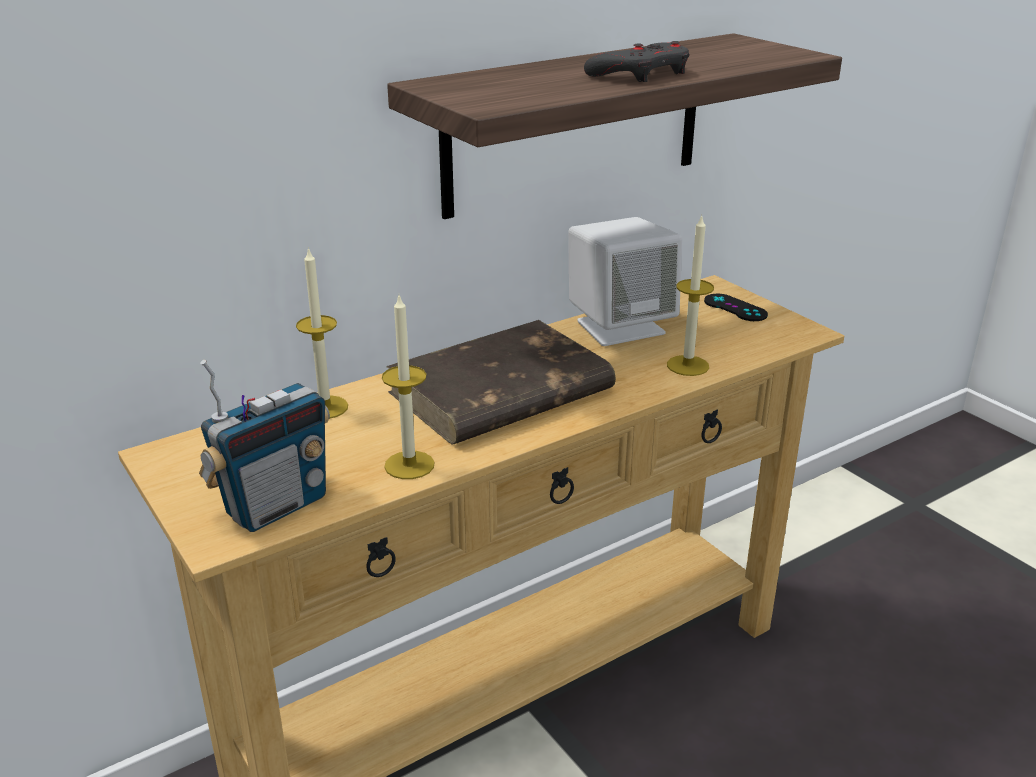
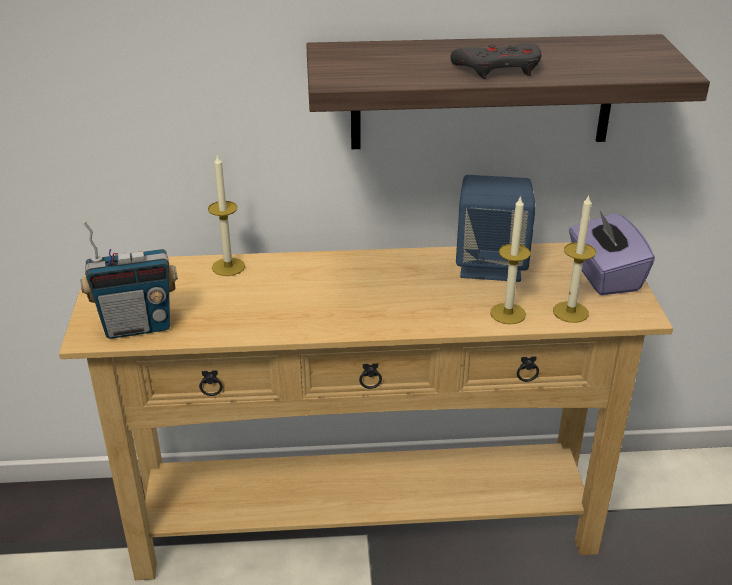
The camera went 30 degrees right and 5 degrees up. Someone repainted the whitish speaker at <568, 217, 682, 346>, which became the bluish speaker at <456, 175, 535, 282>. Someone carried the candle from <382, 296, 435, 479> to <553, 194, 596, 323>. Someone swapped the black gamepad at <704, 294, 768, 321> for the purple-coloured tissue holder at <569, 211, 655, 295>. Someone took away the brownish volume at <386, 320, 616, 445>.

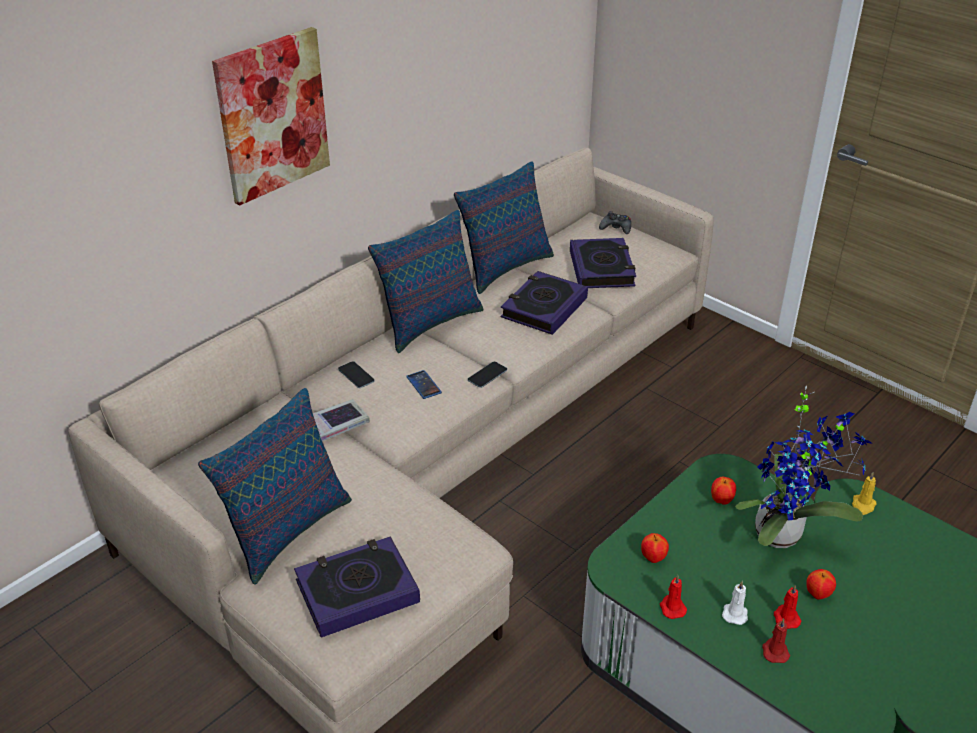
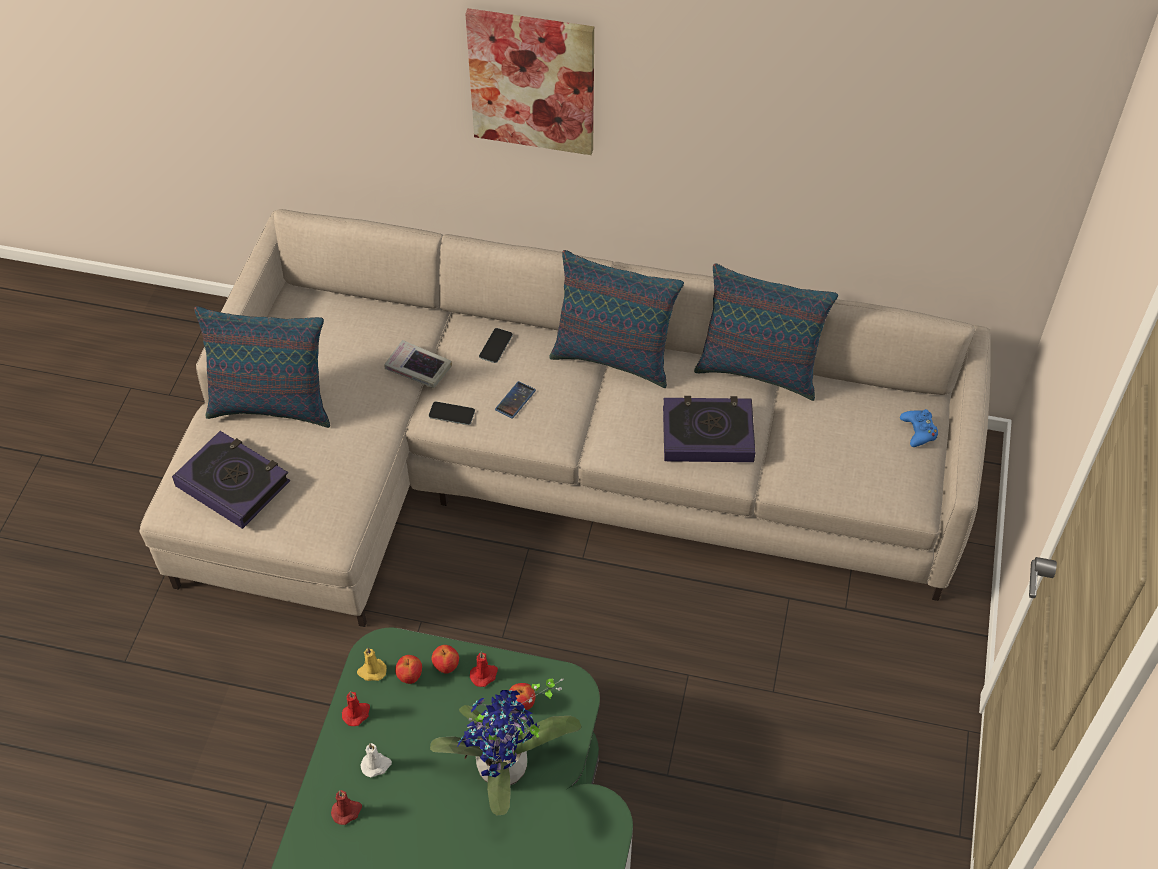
The camera went 60 degrees right and 15 degrees up. Someone carried the yellowish candle from <852, 472, 877, 515> to <357, 647, 387, 681>. Someone carried the telephone from <468, 362, 507, 388> to <429, 402, 475, 425>. Someone carried the apple from <806, 569, 836, 600> to <432, 645, 459, 674>. Someone carried the reddish candle from <774, 585, 801, 629> to <470, 652, 498, 687>. Someone repainted the black gamepad at <599, 211, 631, 234>, which became the bluish gamepad at <900, 409, 938, 447>. Someone took away the volume at <570, 238, 636, 288>.

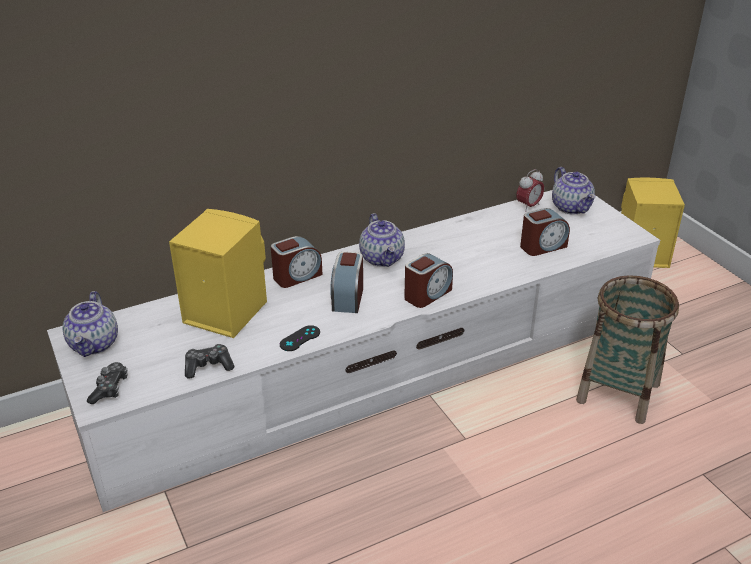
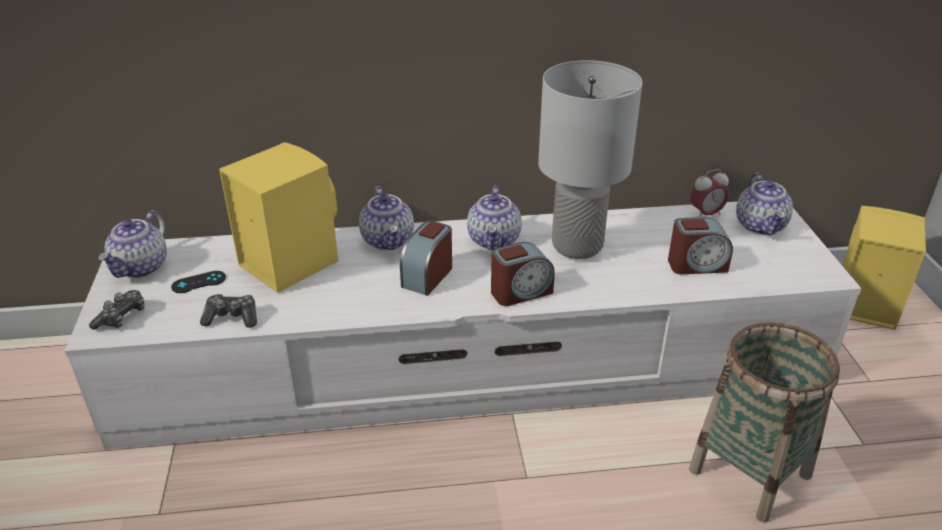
The camera went 20 degrees right and 0 degrees up. Someone carried the black gamepad from <280, 325, 320, 351> to <171, 271, 226, 293>. Someone swapped the table clock at <271, 236, 323, 288> for the pot for tea at <359, 186, 414, 250>. Someone put down the gray lamp for a table at <538, 60, 642, 259>.

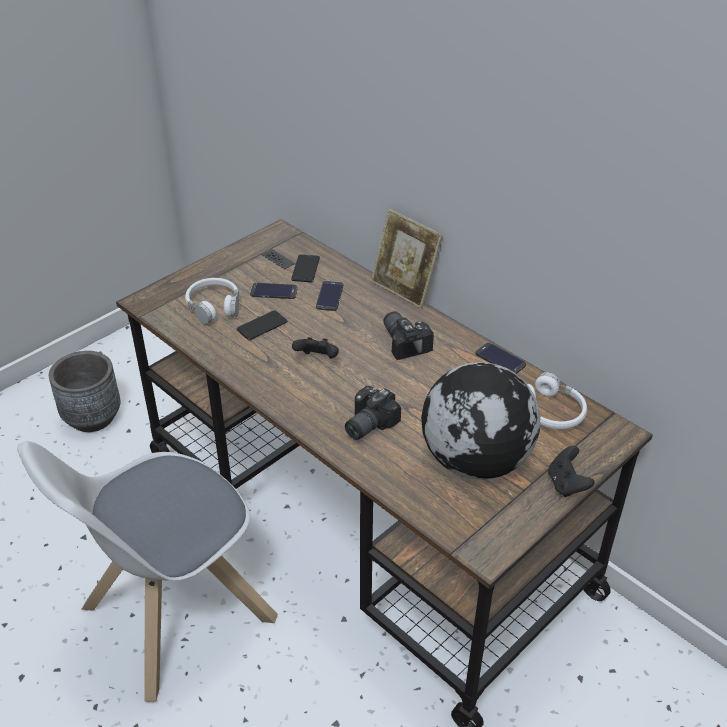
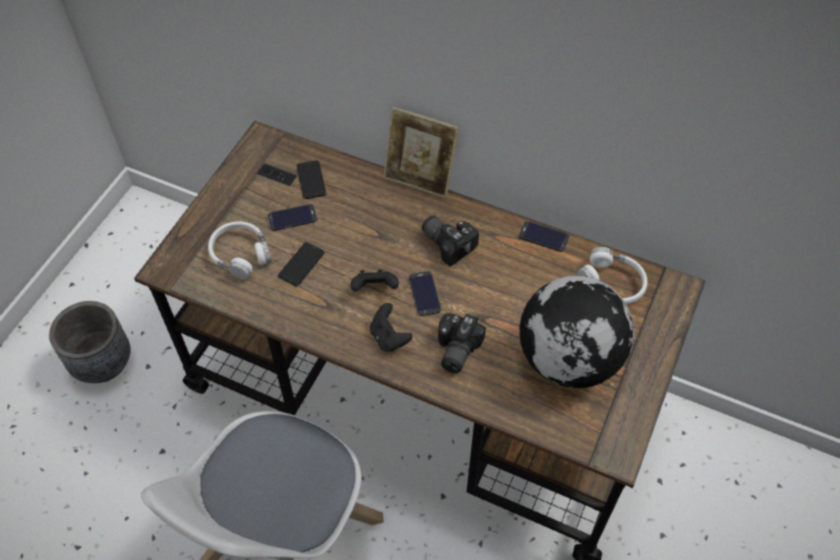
The camera went 20 degrees left and 15 degrees up. Someone carried the black gamepad from <548, 446, 595, 497> to <370, 303, 412, 352>. Someone carried the telephone from <316, 281, 343, 311> to <409, 271, 441, 316>.

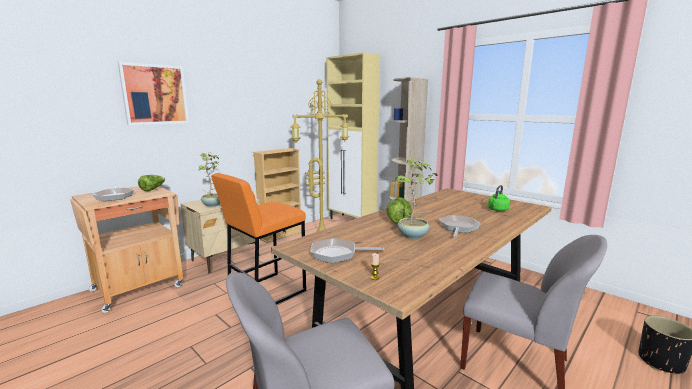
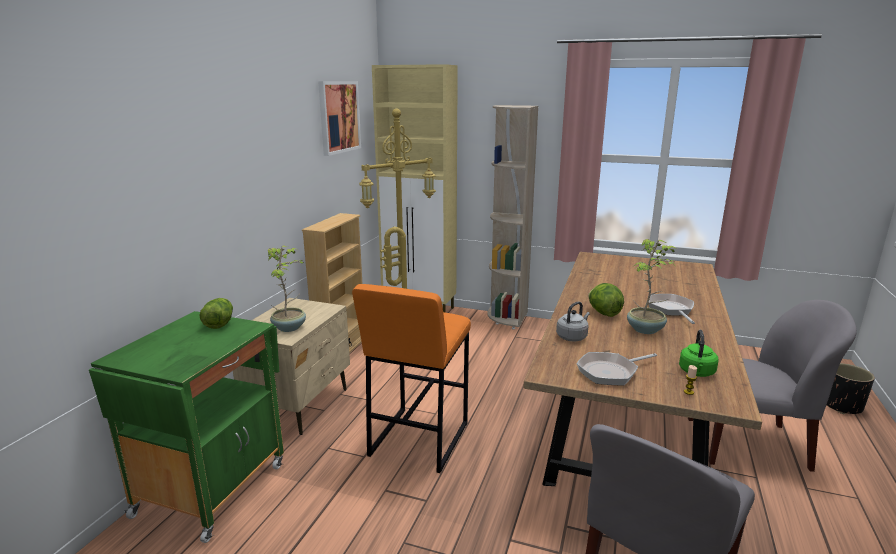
The camera went 25 degrees left and 5 degrees up. Someone repainted the brownish cart at <70, 186, 183, 313>, which became the green cart at <89, 311, 284, 543>. Someone carried the picture from <118, 62, 189, 125> to <318, 81, 361, 156>. Someone put down the gray kettle at <556, 301, 590, 341>. Someone carried the green kettle from <488, 185, 510, 211> to <679, 330, 718, 377>. Someone took away the frying pan at <92, 185, 134, 201>.

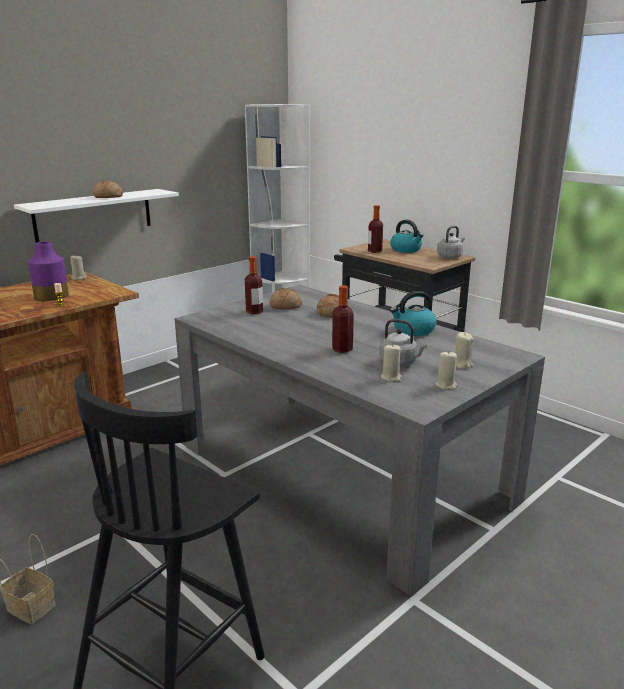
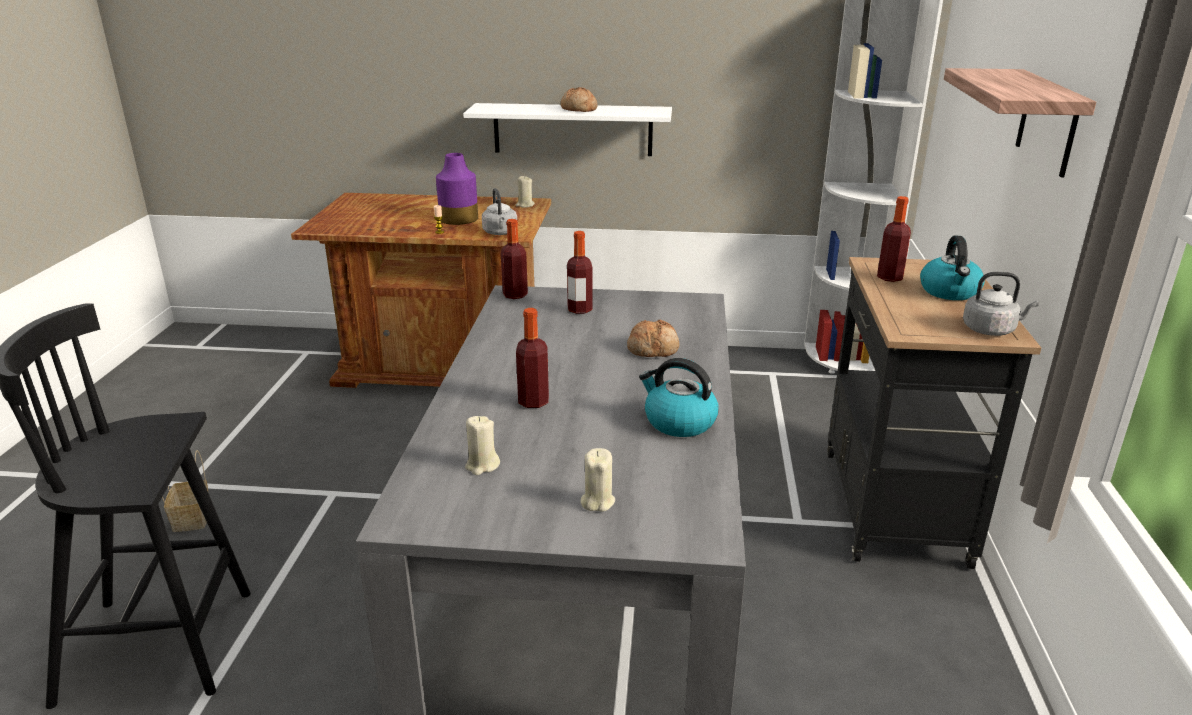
The camera went 50 degrees right and 5 degrees up. Someone carried the gray kettle from <380, 319, 427, 366> to <482, 188, 518, 235>. Someone put down the drink bottle at <501, 219, 528, 299>. Someone put up the shelf at <944, 68, 1096, 178>. Someone took away the bakery bread at <269, 288, 302, 309>. Someone took away the beige candle at <435, 352, 457, 390>.

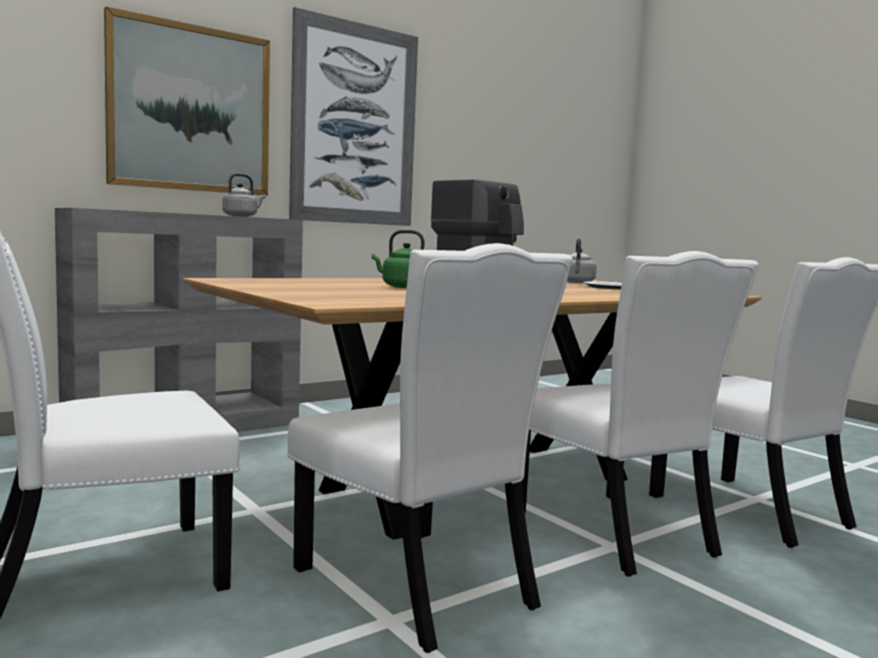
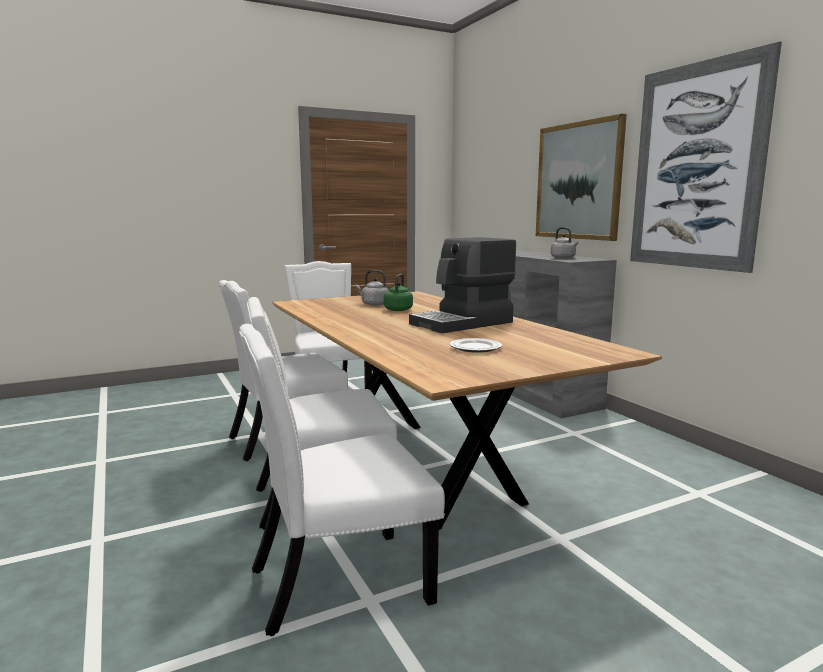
The camera went 100 degrees right and 5 degrees up. Someone carried the gray kettle from <567, 238, 597, 283> to <356, 270, 389, 306>.

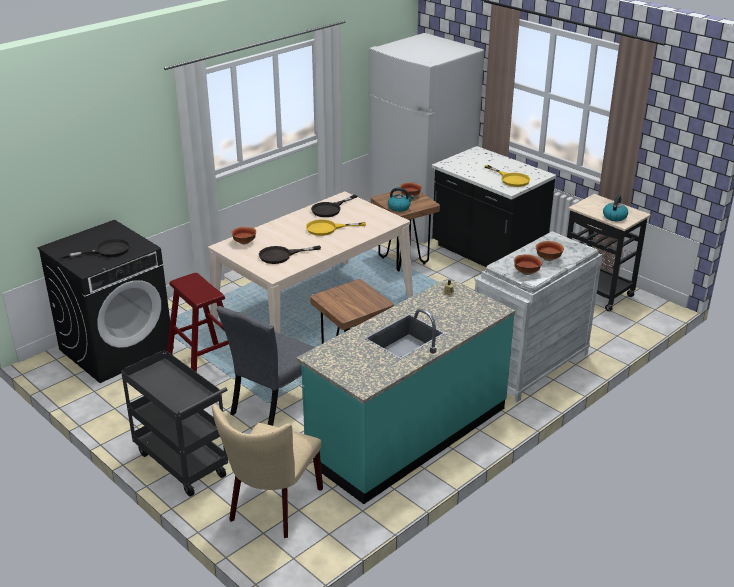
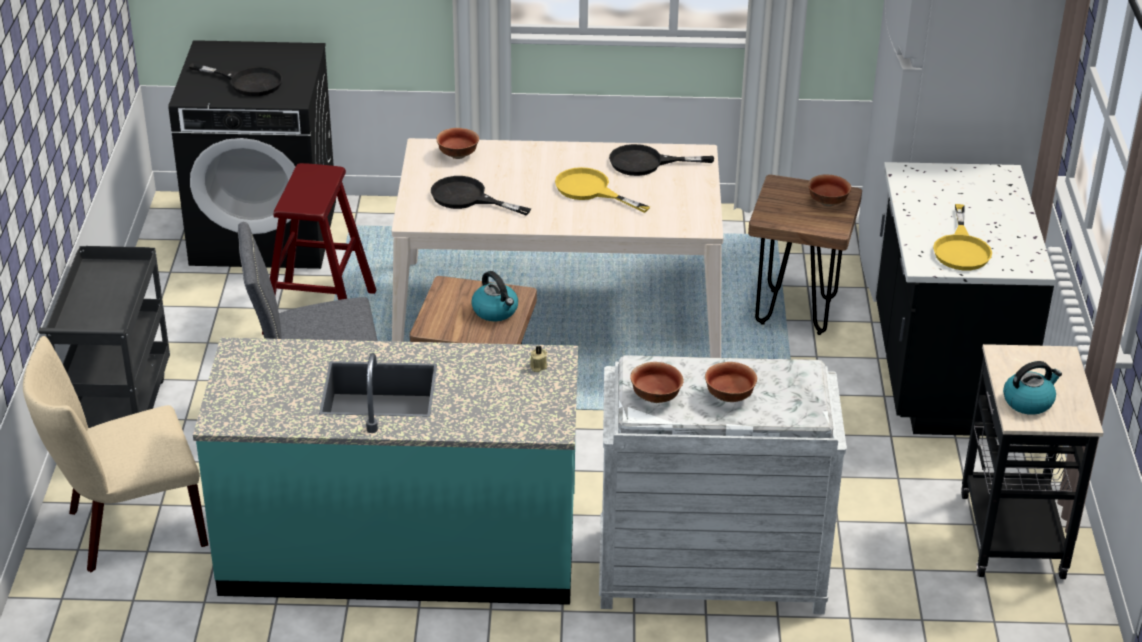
The camera went 45 degrees right and 5 degrees up. Someone carried the kettle from <388, 187, 414, 212> to <471, 271, 518, 321>.

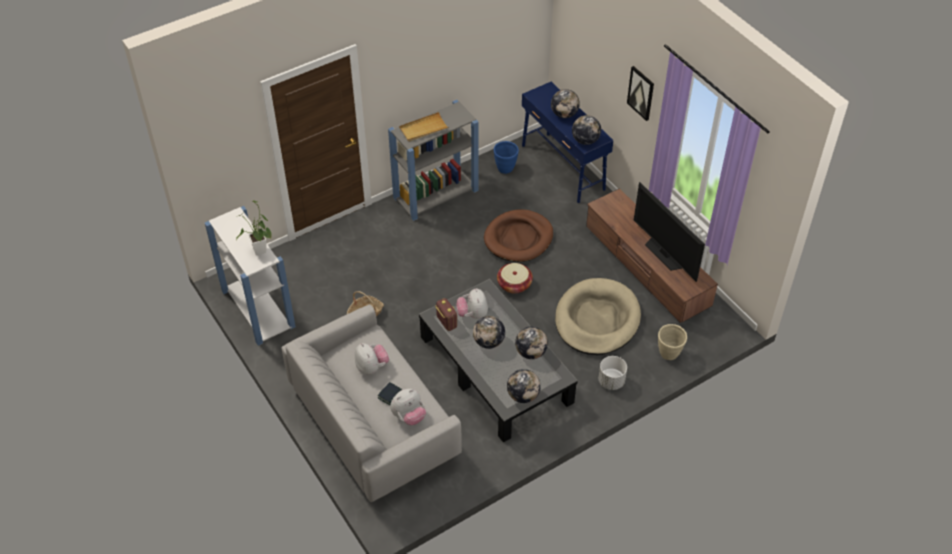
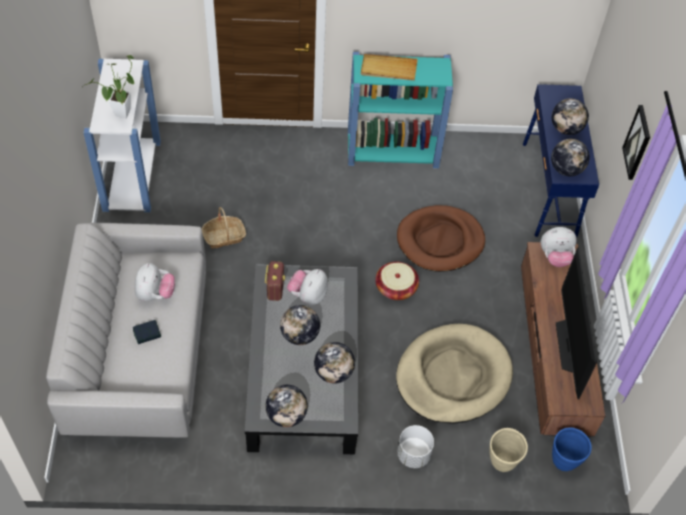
The camera went 30 degrees right and 5 degrees up. Someone repainted the gray bookcase at <388, 100, 479, 221>, which became the turquoise bookcase at <348, 52, 453, 169>. Someone carried the soft toy from <390, 389, 426, 425> to <541, 227, 577, 267>. Someone carried the bluish plant pot from <494, 141, 519, 174> to <552, 428, 592, 471>.

